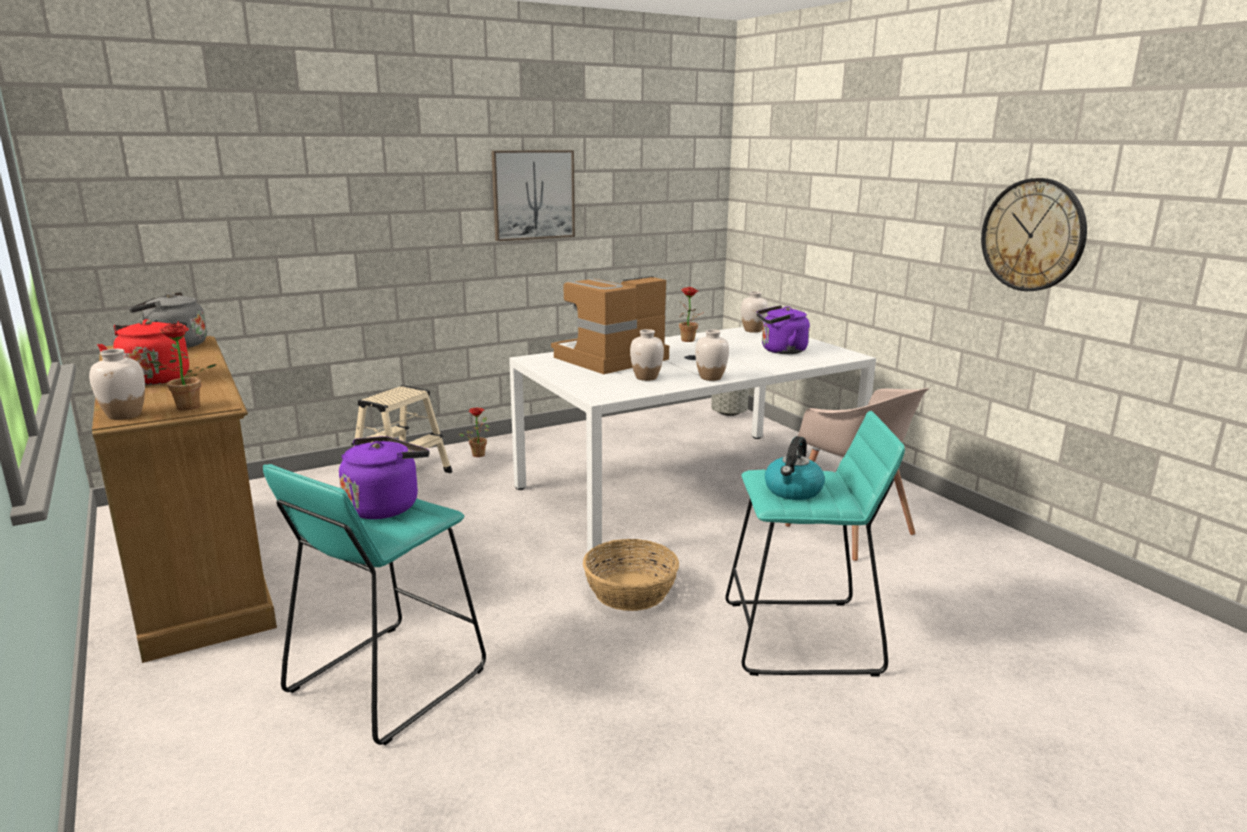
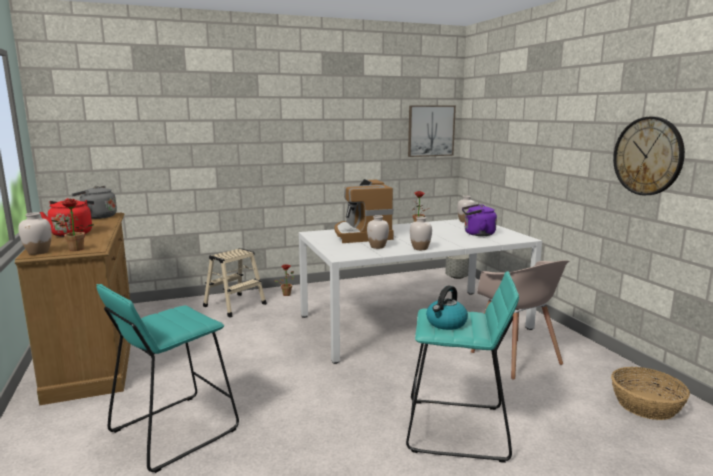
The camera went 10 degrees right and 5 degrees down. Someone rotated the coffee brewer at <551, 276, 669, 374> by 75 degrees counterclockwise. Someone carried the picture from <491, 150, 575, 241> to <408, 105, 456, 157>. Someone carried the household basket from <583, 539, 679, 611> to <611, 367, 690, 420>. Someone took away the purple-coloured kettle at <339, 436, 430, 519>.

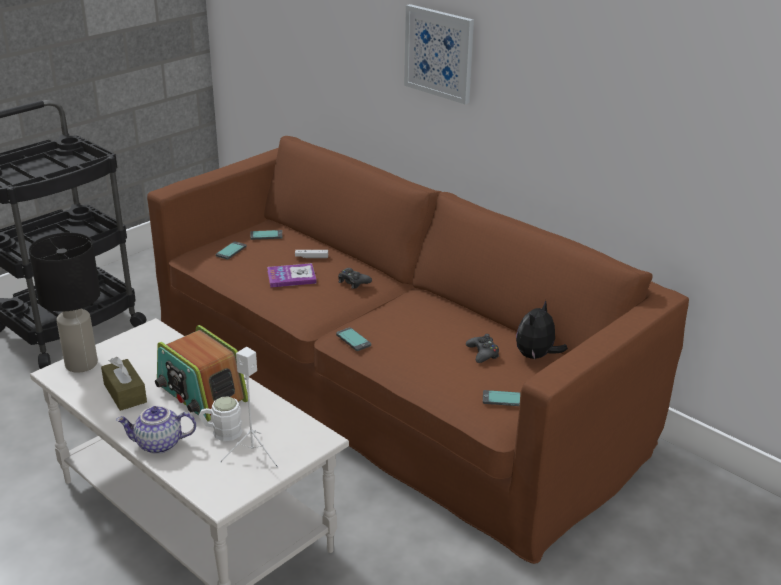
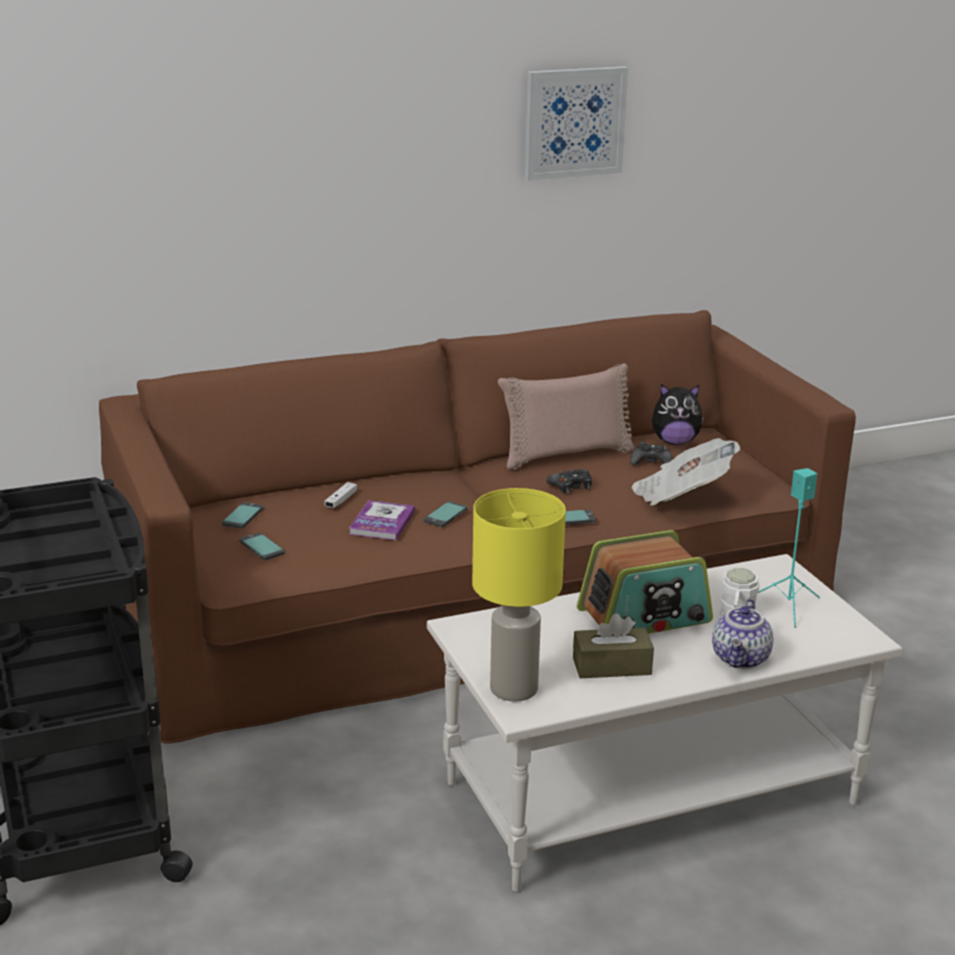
The camera went 65 degrees left and 5 degrees down. Someone carried the telephone from <483, 390, 520, 406> to <424, 501, 467, 527>. Someone repainted the black lamp for a table at <29, 233, 100, 373>, which became the yellowish lamp for a table at <472, 488, 566, 701>. Someone put down the beige cushion at <498, 364, 634, 470>. Someone carried the picture from <404, 4, 474, 104> to <525, 66, 628, 181>. Someone carried the black gamepad from <338, 268, 372, 289> to <546, 469, 592, 494>. Someone put down the daily paper at <631, 438, 740, 506>. Someone rotated the soft toy at <516, 300, 568, 359> by 60 degrees counterclockwise. Someone repainted the whitish speaker at <220, 347, 278, 468>, which became the turquoise speaker at <758, 468, 820, 628>.

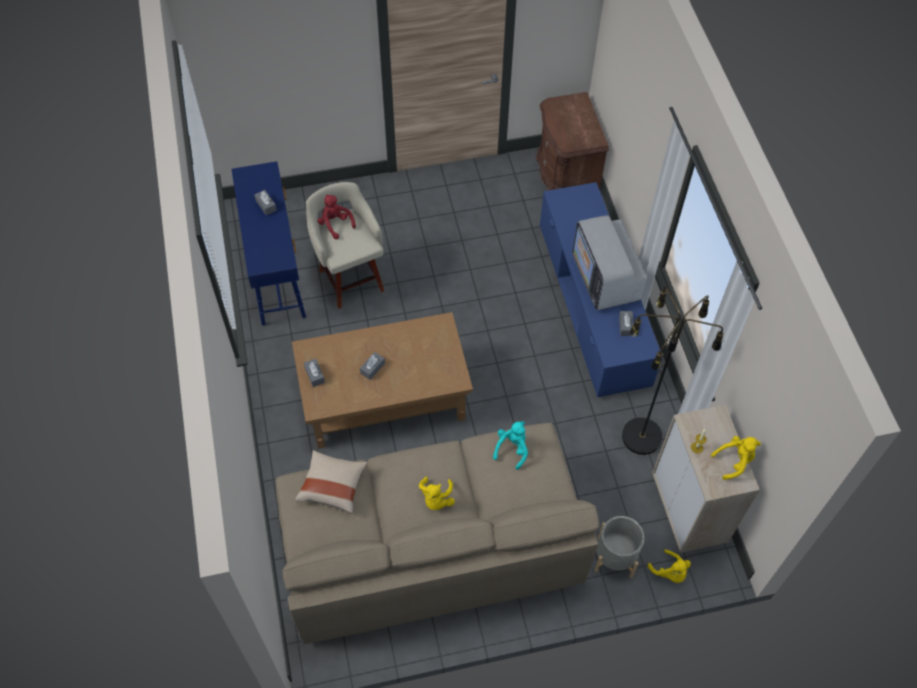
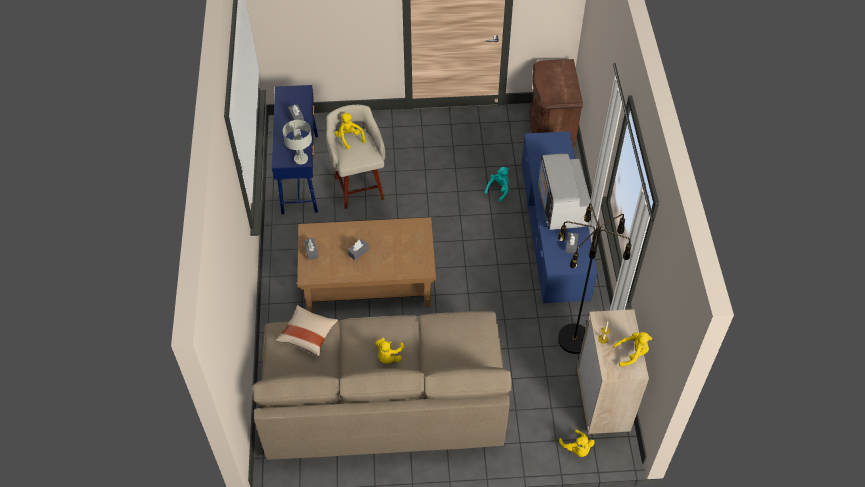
The camera went 10 degrees right and 5 degrees down. Someone put down the gray lamp for a table at <283, 120, 312, 164>. Someone repainted the reddish soft toy at <317, 194, 356, 239>, which became the yellowish soft toy at <335, 112, 365, 150>. Someone carried the turquoise soft toy from <493, 421, 528, 470> to <484, 167, 509, 202>. Someone took away the gray plant pot at <594, 516, 645, 578>.

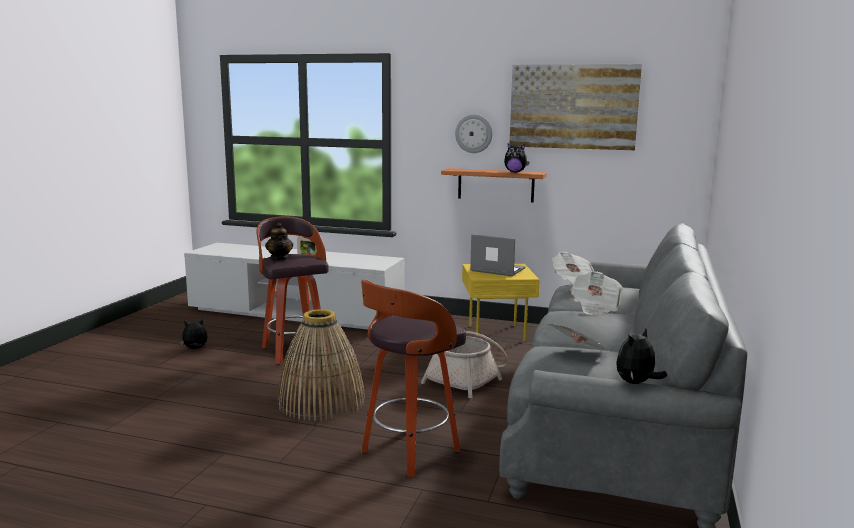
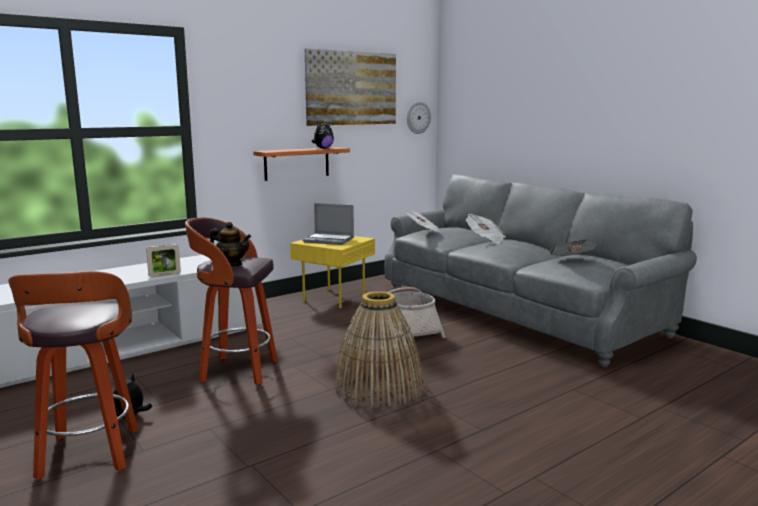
The camera went 55 degrees left and 0 degrees up. Someone carried the stool seat from <361, 279, 466, 477> to <8, 271, 138, 480>. Someone rotated the notebook computer at <470, 234, 525, 276> by 135 degrees counterclockwise. Someone carried the wall clock from <455, 114, 492, 153> to <407, 102, 431, 134>. Someone took away the soft toy at <616, 329, 667, 384>.

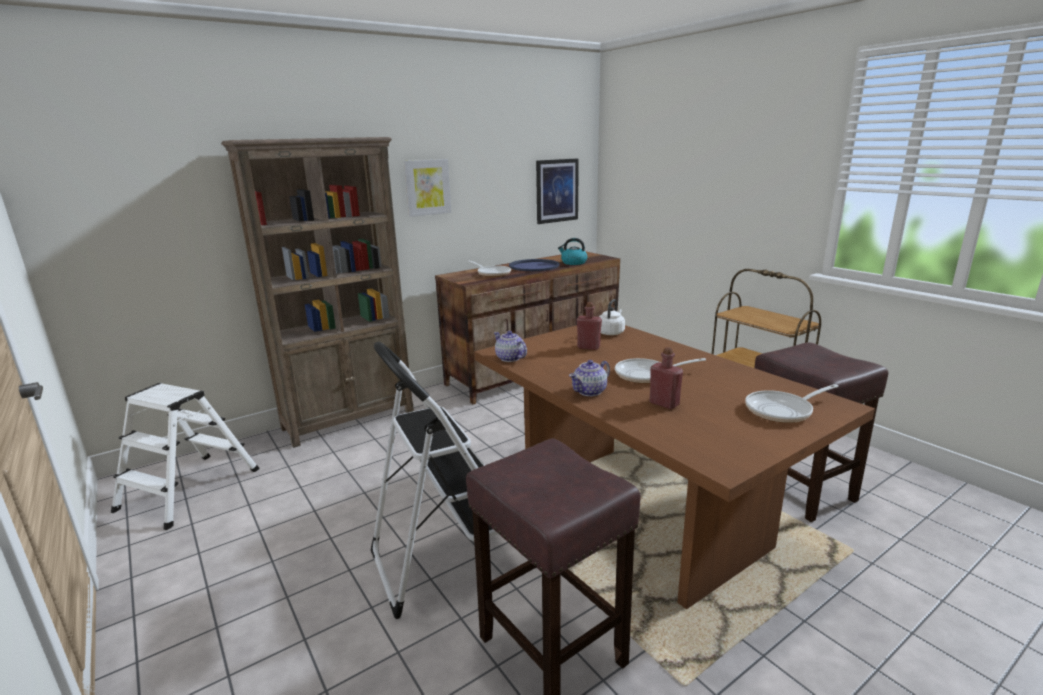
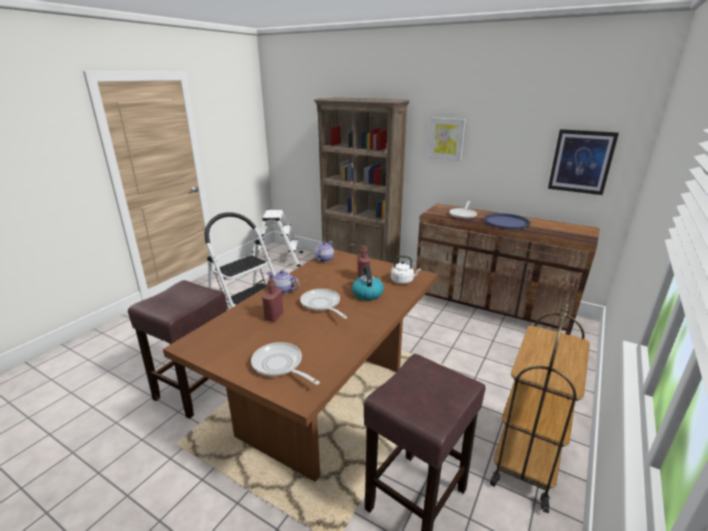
The camera went 65 degrees right and 5 degrees up. Someone carried the kettle from <558, 238, 588, 265> to <352, 266, 384, 300>.

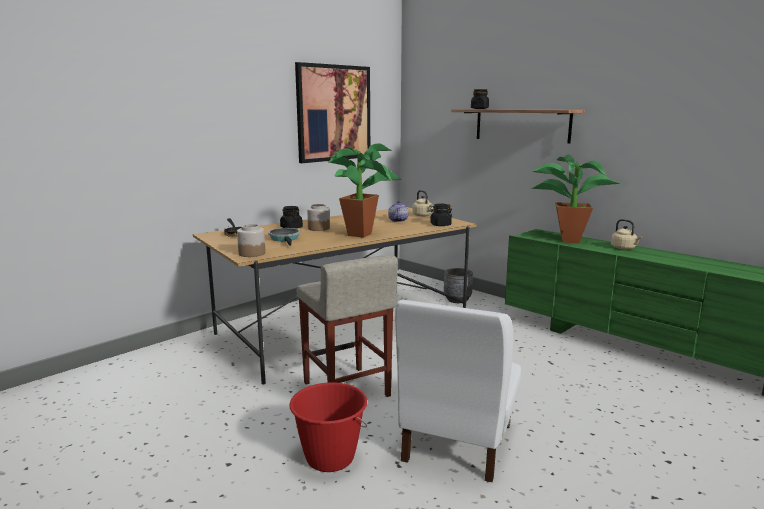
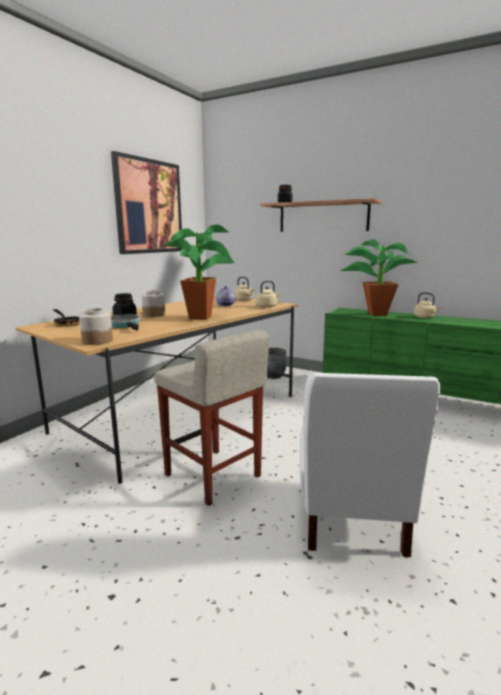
The camera went 15 degrees left and 0 degrees up. Someone swapped the black jar at <429, 204, 452, 226> for the beige kettle at <257, 281, 282, 308>. Someone took away the reddish pail at <289, 382, 367, 472>.

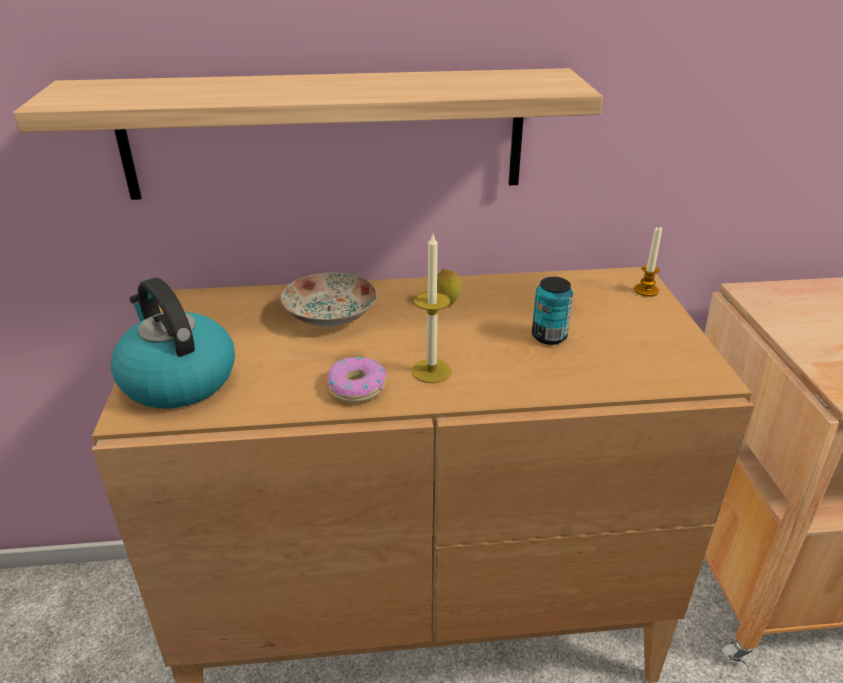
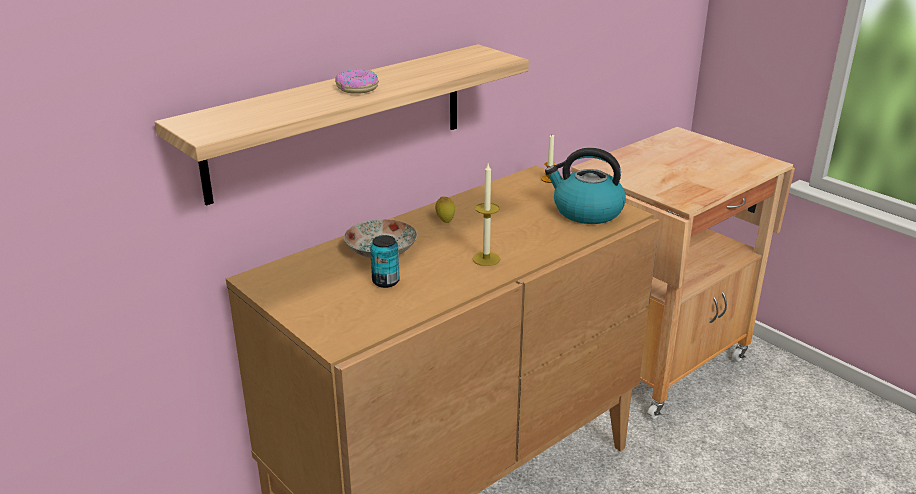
The camera went 35 degrees left and 5 degrees down. Someone carried the doughnut from <327, 357, 387, 403> to <335, 69, 379, 94>. Someone carried the metal can from <532, 277, 573, 345> to <370, 235, 400, 288>. Someone carried the kettle from <111, 278, 235, 409> to <545, 148, 626, 224>.

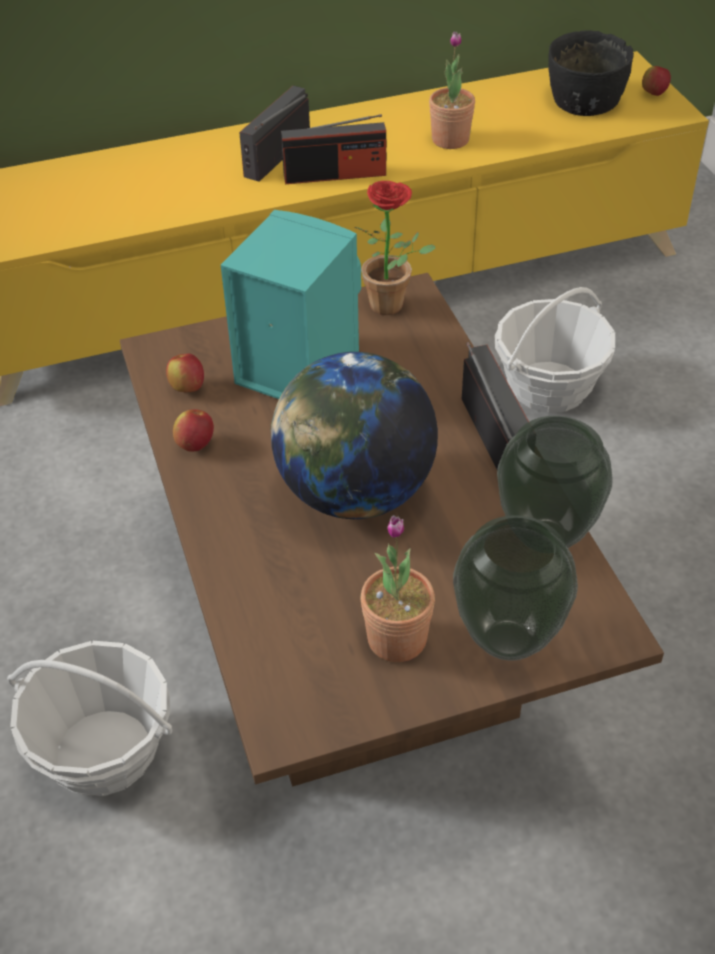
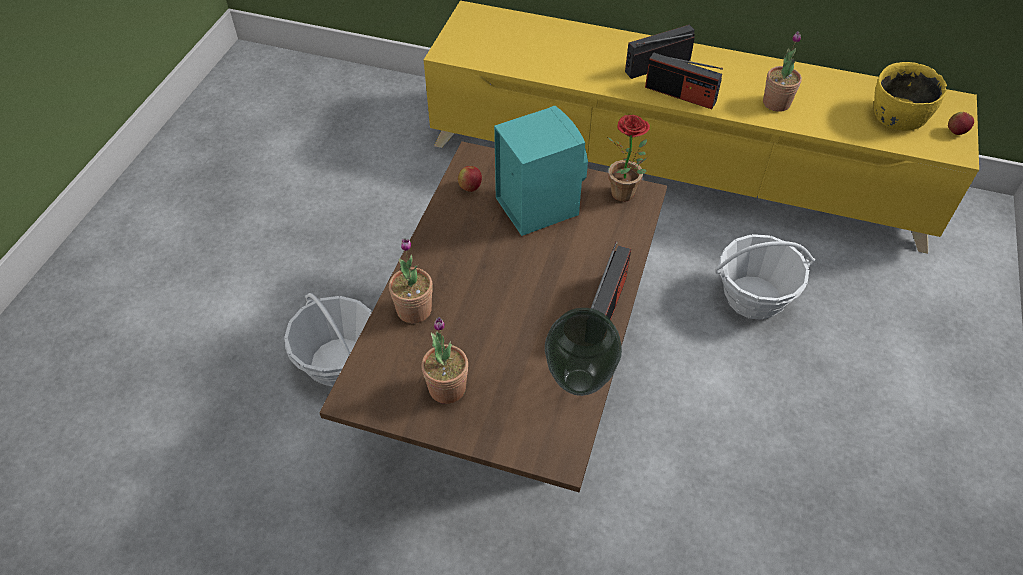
The camera went 35 degrees right and 5 degrees up. Someone put down the plant in a pot at <389, 238, 433, 324>. Someone repainted the black bowl at <548, 30, 634, 116>, which became the yellowish bowl at <874, 62, 947, 131>. Someone took away the apple at <173, 409, 214, 452>. Someone took away the world globe at <270, 352, 438, 519>. Someone took away the vase at <453, 515, 578, 661>.

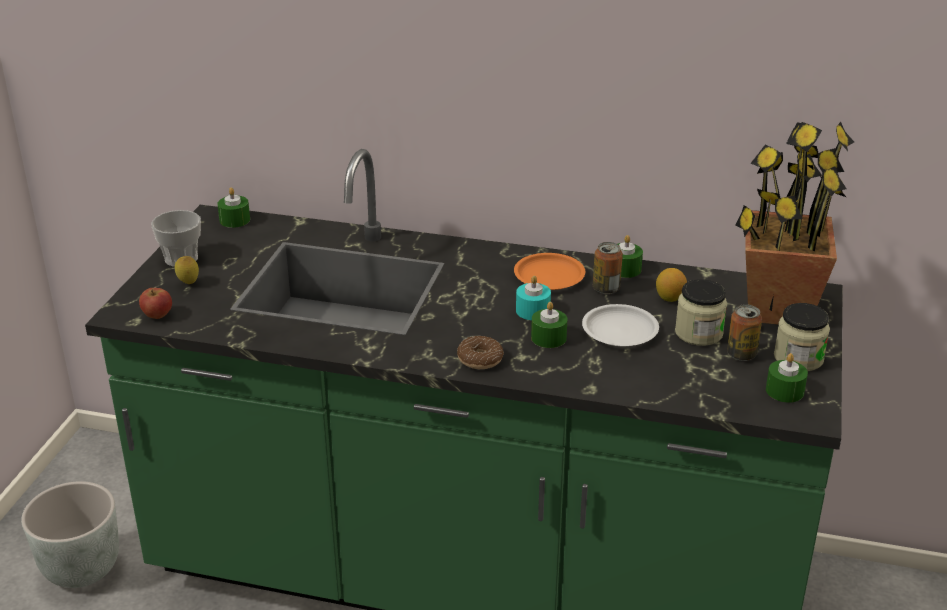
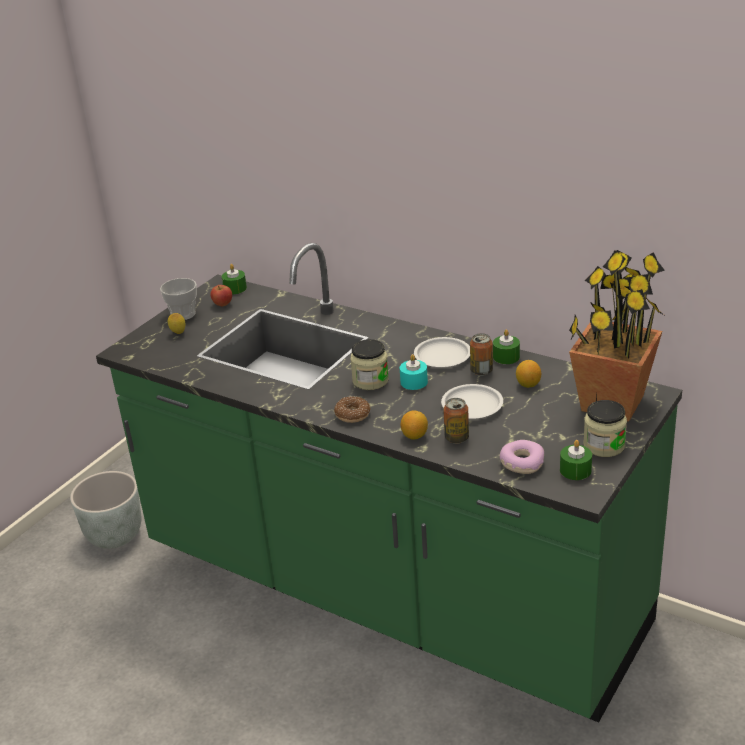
The camera went 20 degrees right and 0 degrees up. Someone carried the apple from <139, 288, 172, 319> to <210, 285, 232, 306>. Someone carried the jar from <675, 279, 727, 346> to <350, 339, 389, 390>. Someone put down the citrus fruit at <401, 410, 428, 439>. Someone repainted the orange plate at <514, 253, 585, 290>, which became the whitish plate at <414, 337, 470, 368>. Someone carried the metal can from <727, 304, 762, 361> to <443, 398, 469, 444>. Someone put down the doughnut at <500, 440, 544, 474>. Someone took away the green candle at <531, 302, 567, 348>.

